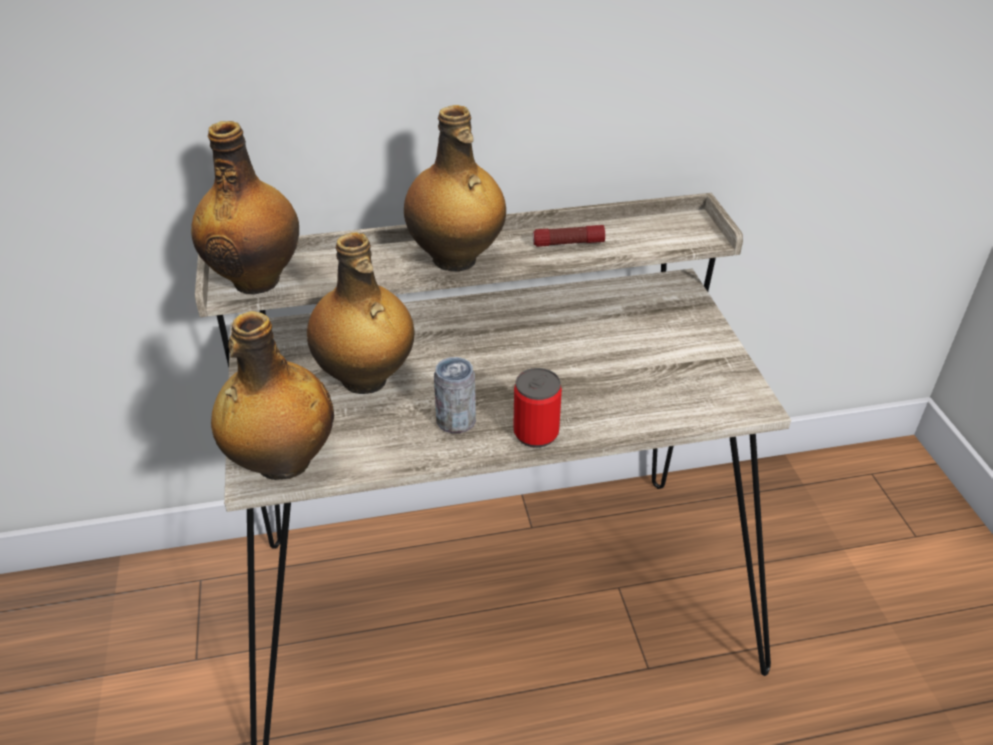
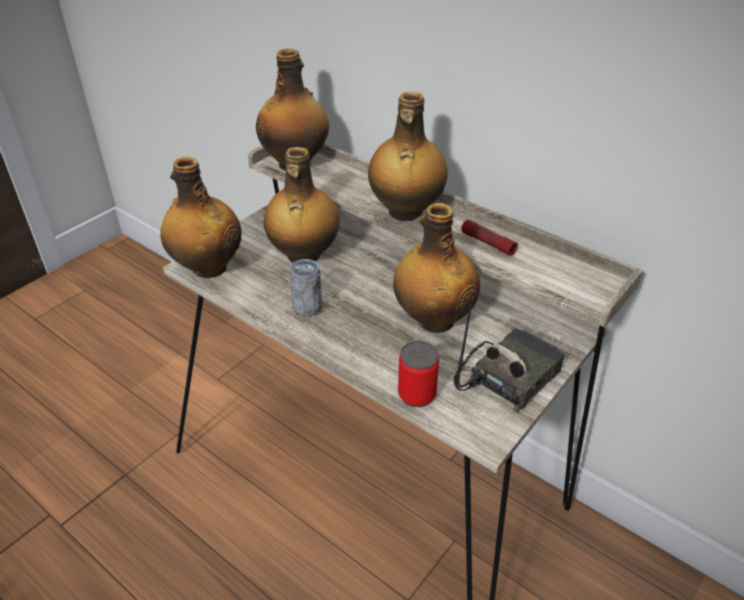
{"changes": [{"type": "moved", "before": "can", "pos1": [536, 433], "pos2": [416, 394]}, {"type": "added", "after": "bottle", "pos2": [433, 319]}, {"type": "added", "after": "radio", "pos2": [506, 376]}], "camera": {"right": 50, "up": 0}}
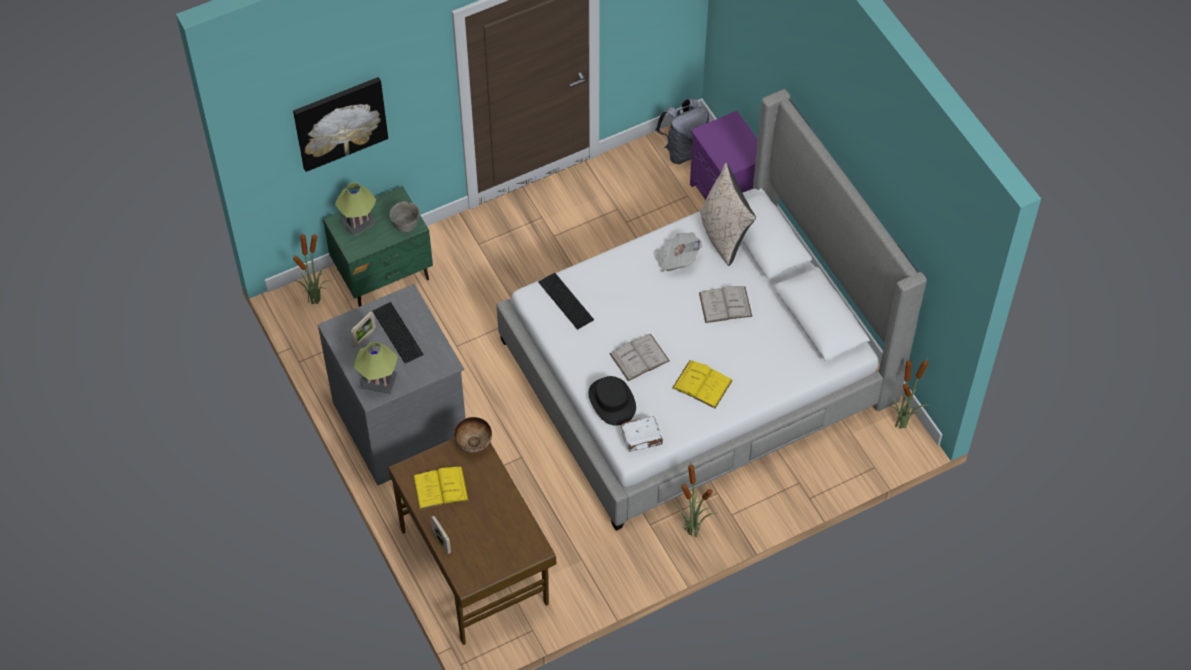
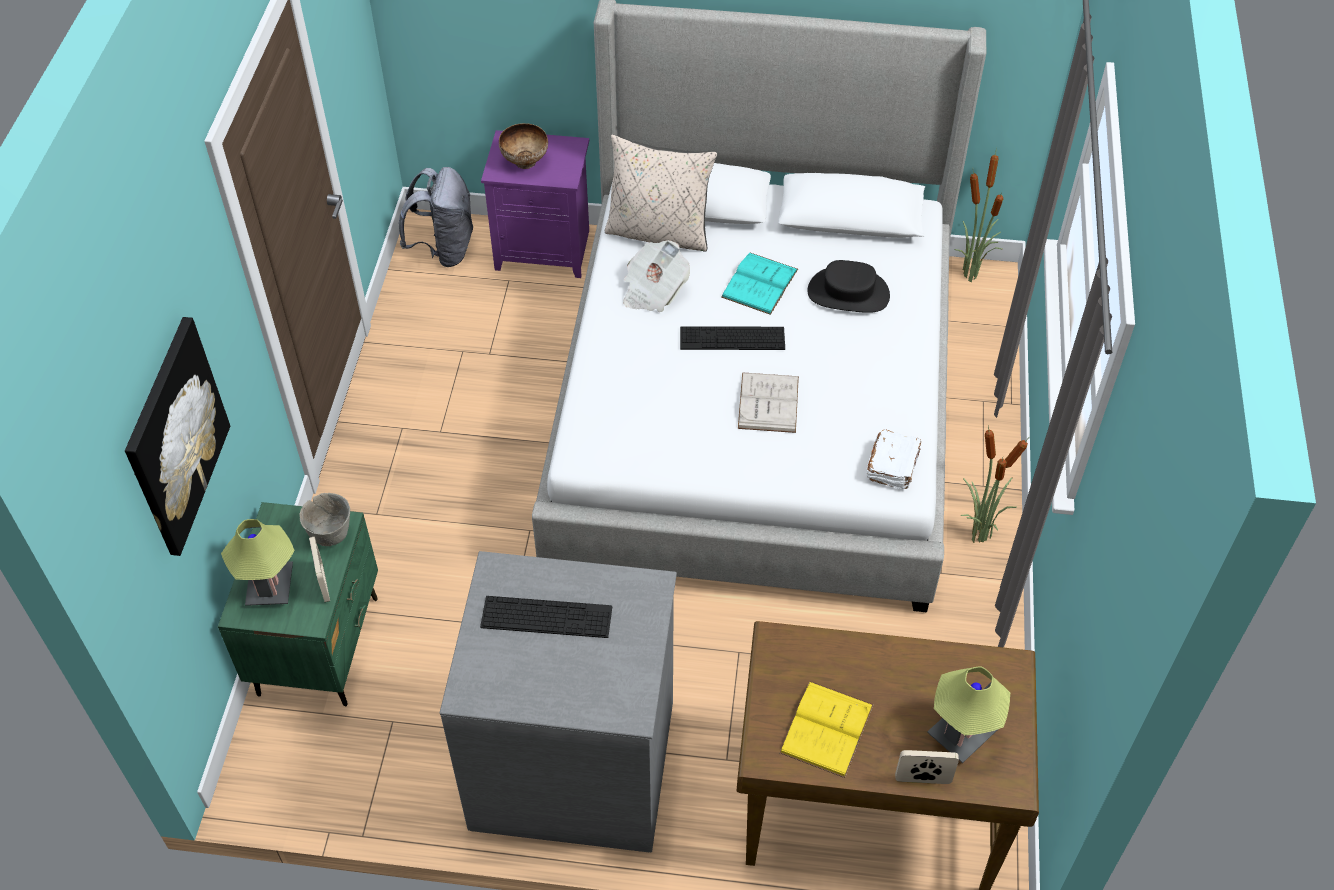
{"changes": [{"type": "removed", "before": "potted_plant", "pos1": [316, 300]}, {"type": "moved", "before": "keyboard", "pos1": [566, 301], "pos2": [732, 338]}, {"type": "recoloured", "before": "white_book", "after": "turquoise_book", "pos1": [725, 304], "pos2": [759, 283]}, {"type": "moved", "before": "picture_frame", "pos1": [364, 338], "pos2": [324, 583]}, {"type": "moved", "before": "table_lamp", "pos1": [379, 382], "pos2": [961, 734]}, {"type": "removed", "before": "yellow_book", "pos1": [702, 384]}, {"type": "moved", "before": "black_hat", "pos1": [611, 401], "pos2": [848, 293]}, {"type": "moved", "before": "bowl", "pos1": [473, 444], "pos2": [524, 162]}], "camera": {"right": -55, "up": -5}}
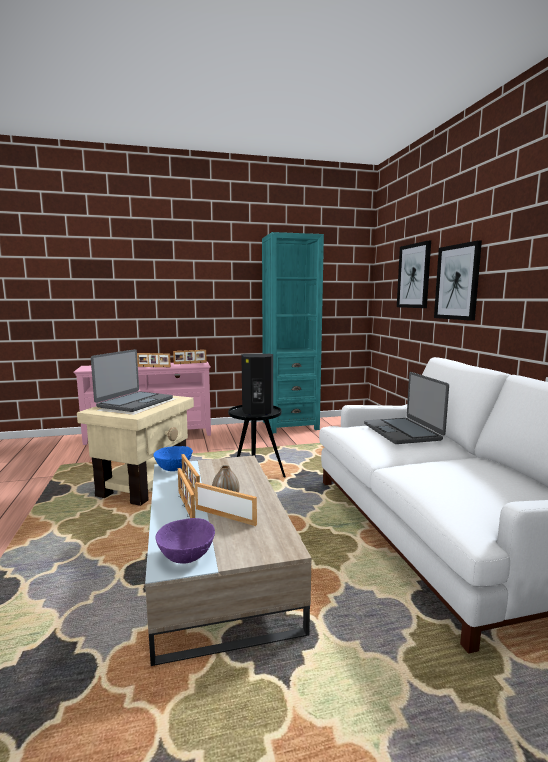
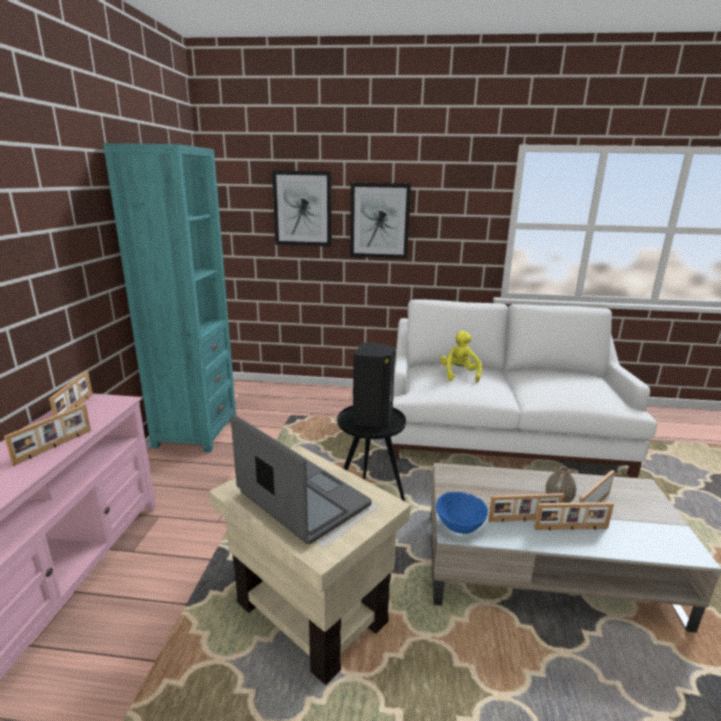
{"changes": [{"type": "replaced", "before": "laptop", "after": "yellow_plush_toy", "pos1": [403, 432], "pos2": [459, 374]}, {"type": "removed", "before": "purple_bowl", "pos1": [186, 556]}], "camera": {"right": -70, "up": 10}}
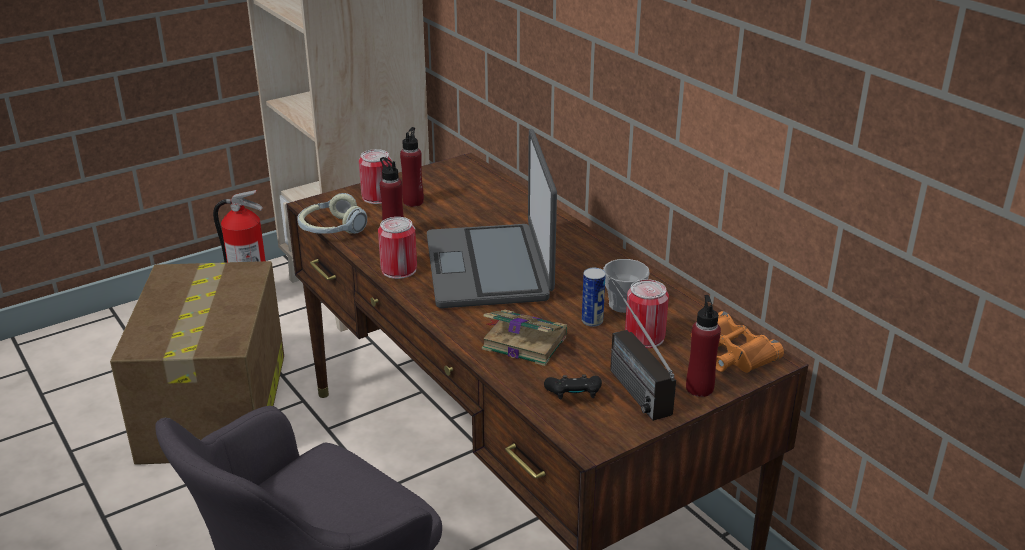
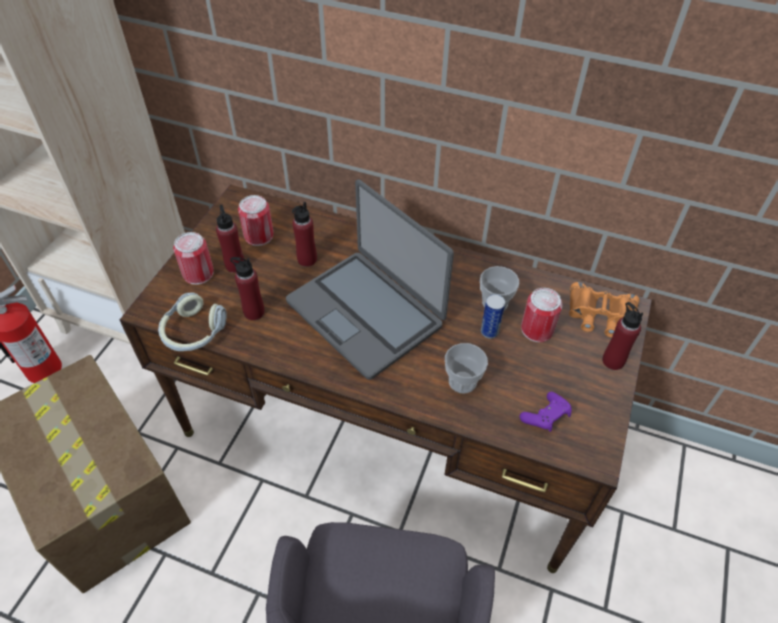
{"changes": [{"type": "moved", "before": "can", "pos1": [399, 269], "pos2": [259, 235]}, {"type": "removed", "before": "radio", "pos1": [626, 379]}, {"type": "replaced", "before": "book", "after": "cup", "pos1": [522, 342], "pos2": [462, 381]}, {"type": "recoloured", "before": "black_game_controller", "after": "purple_game_controller", "pos1": [574, 396], "pos2": [545, 417]}, {"type": "added", "after": "red_bottle", "pos2": [307, 259]}], "camera": {"right": -35, "up": 20}}
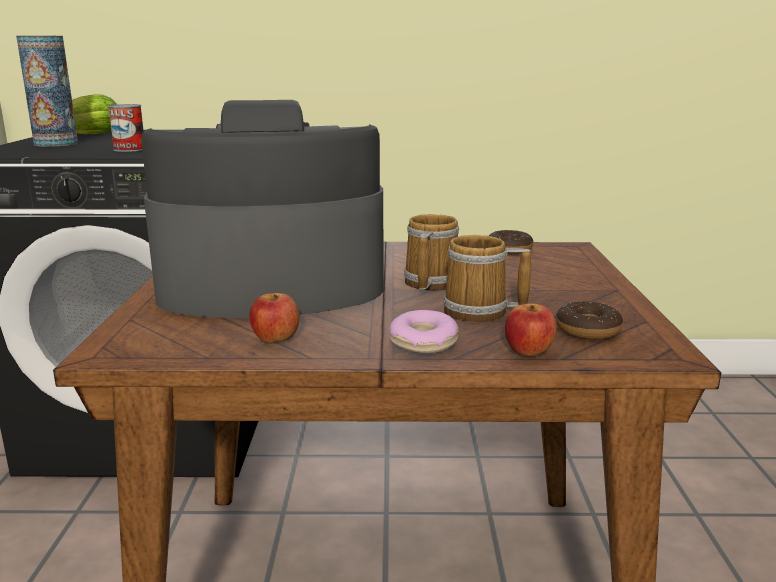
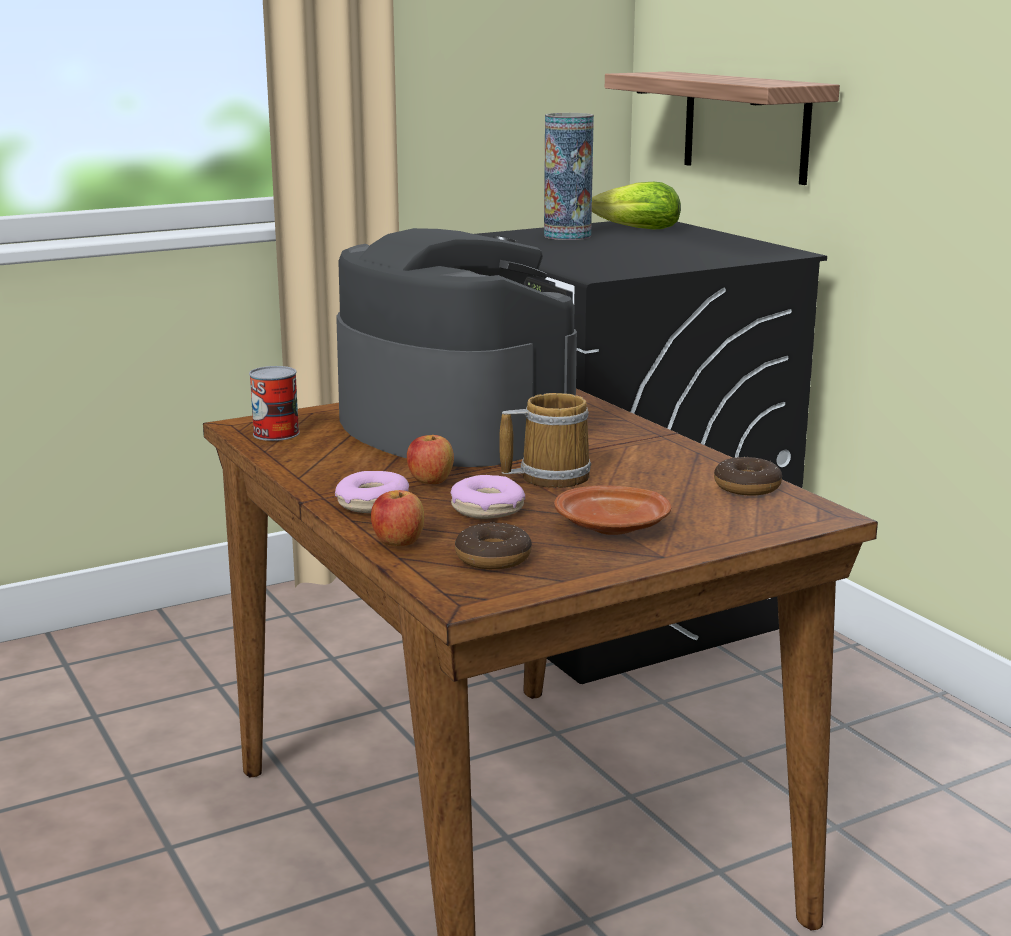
{"changes": [{"type": "moved", "before": "can", "pos1": [129, 149], "pos2": [276, 433]}, {"type": "replaced", "before": "mug", "after": "donut", "pos1": [480, 312], "pos2": [487, 509]}, {"type": "moved", "before": "apple", "pos1": [275, 340], "pos2": [430, 482]}, {"type": "added", "after": "shelf", "pos2": [746, 126]}, {"type": "added", "after": "brown_plate", "pos2": [614, 527]}], "camera": {"right": 60, "up": 0}}
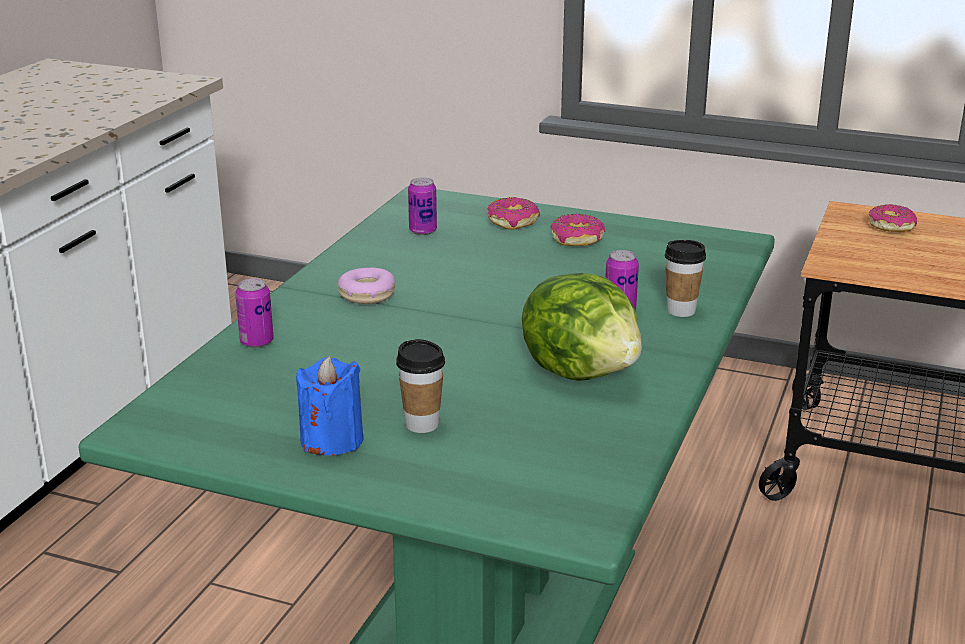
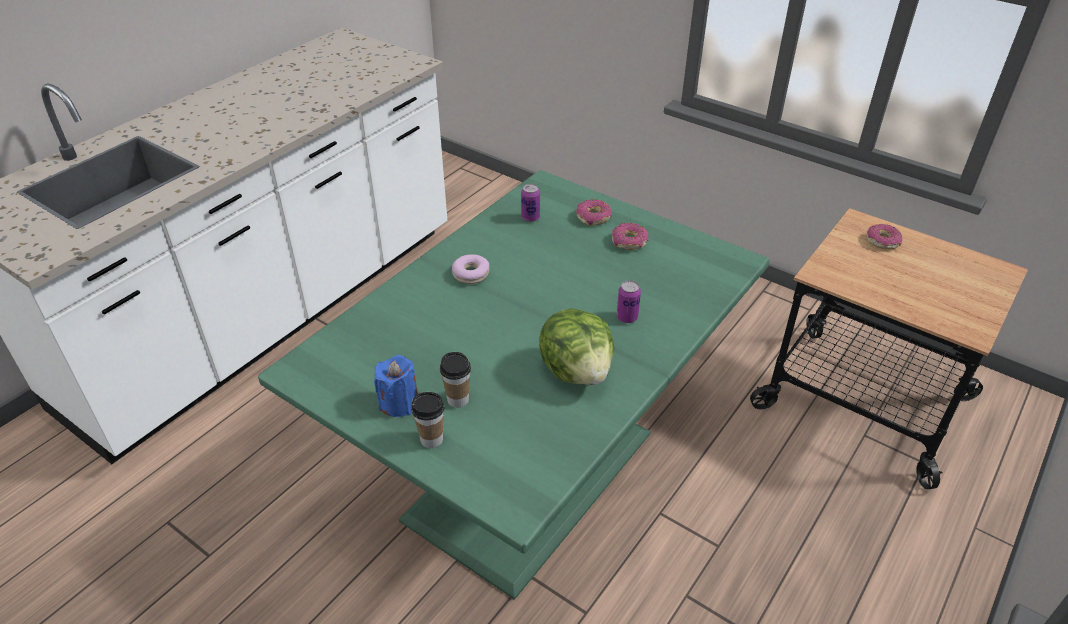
{"changes": [{"type": "moved", "before": "cup", "pos1": [681, 311], "pos2": [431, 439]}, {"type": "removed", "before": "can", "pos1": [256, 342]}], "camera": {"right": 15, "up": 15}}
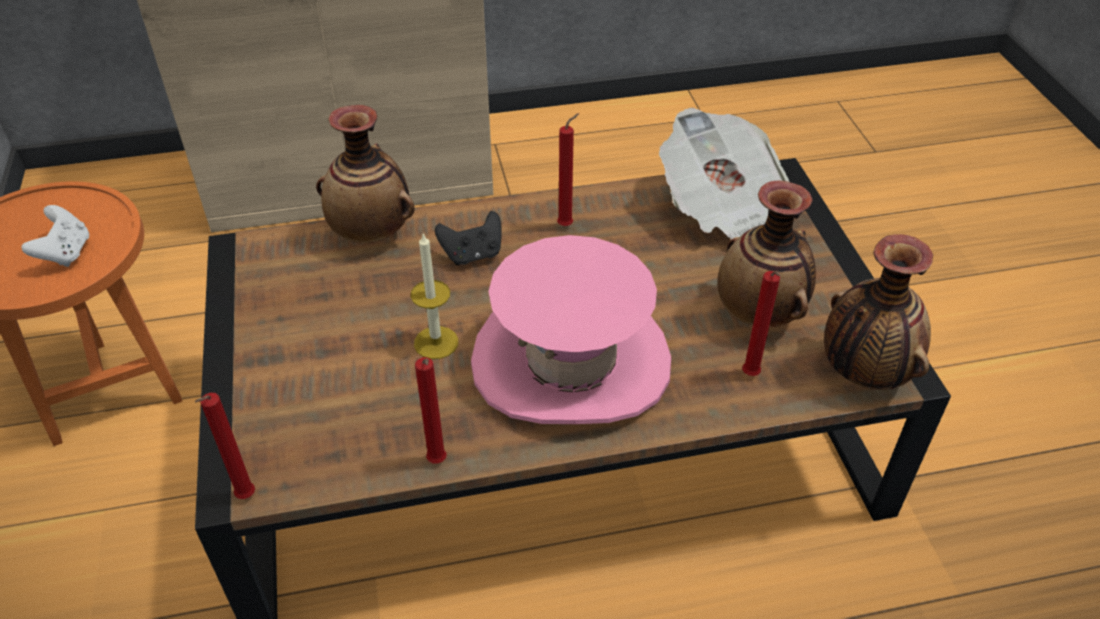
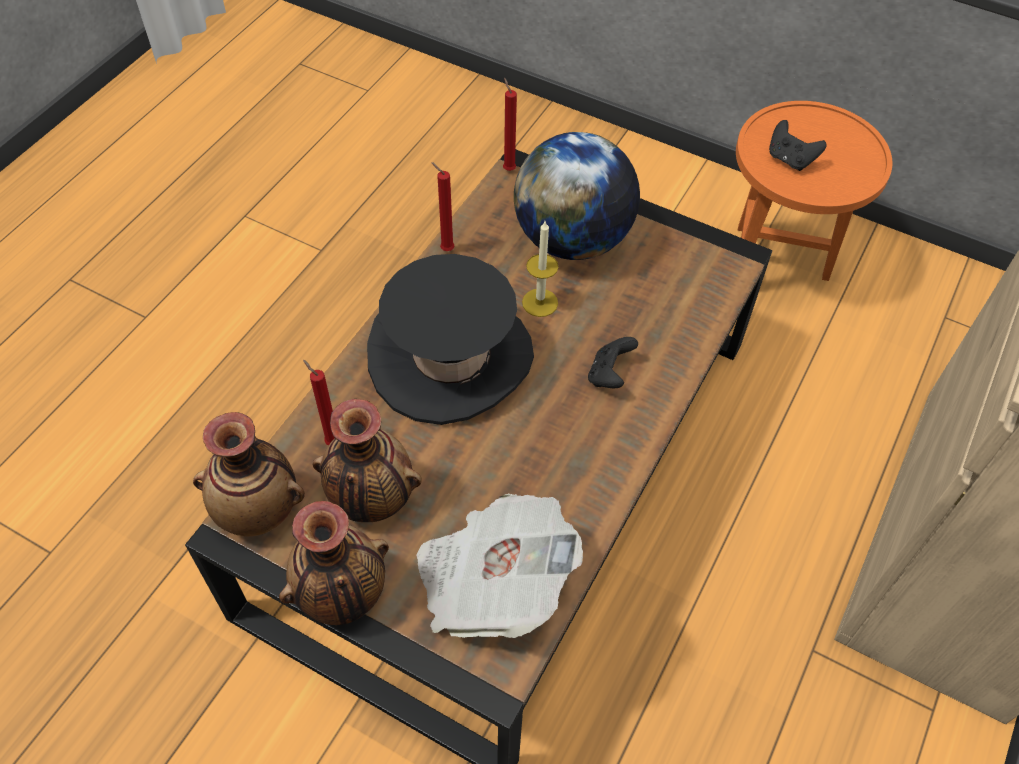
{"changes": [{"type": "moved", "before": "vase", "pos1": [372, 233], "pos2": [342, 595]}, {"type": "removed", "before": "red_candle", "pos1": [567, 225]}, {"type": "recoloured", "before": "white_game_controller", "after": "black_game_controller", "pos1": [66, 253], "pos2": [790, 159]}, {"type": "recoloured", "before": "pink_hat", "after": "black_hat", "pos1": [570, 361], "pos2": [450, 357]}, {"type": "added", "after": "globe", "pos2": [572, 240]}], "camera": {"right": 130, "up": 10}}
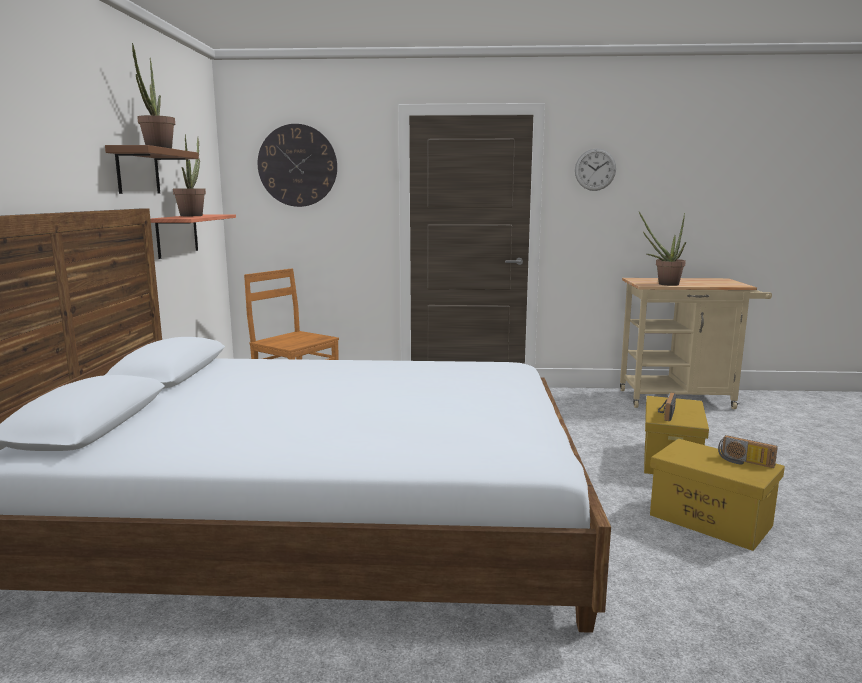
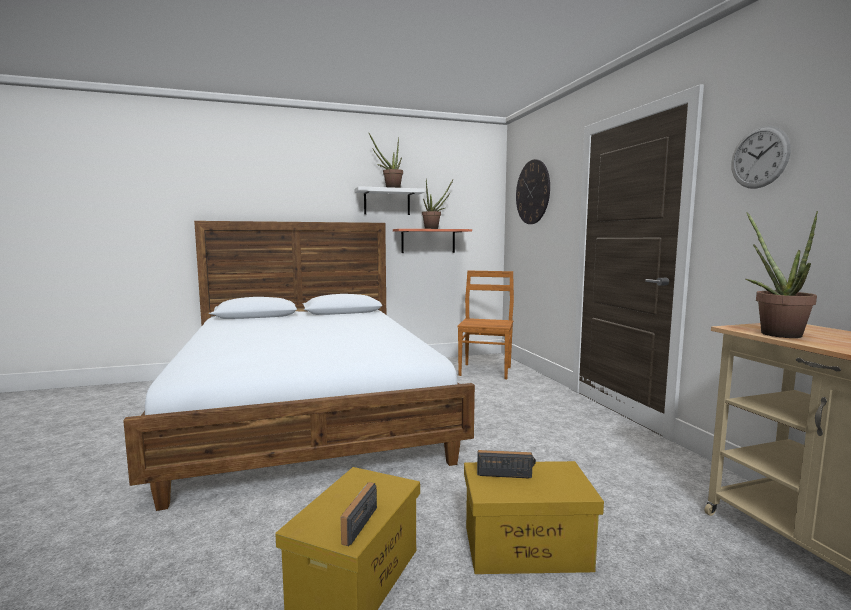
{"changes": [{"type": "recoloured", "before": "brown_shelf", "after": "white_shelf", "pos1": [138, 171], "pos2": [387, 202]}], "camera": {"right": 70, "up": -5}}
